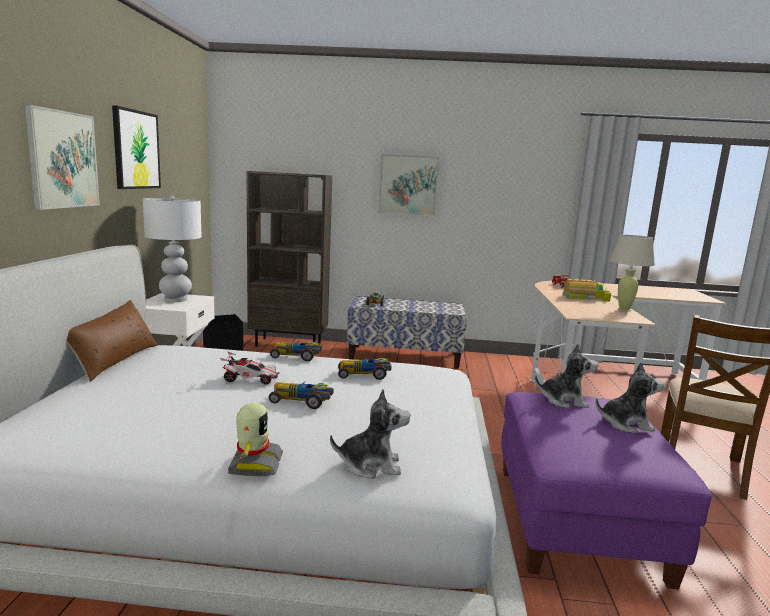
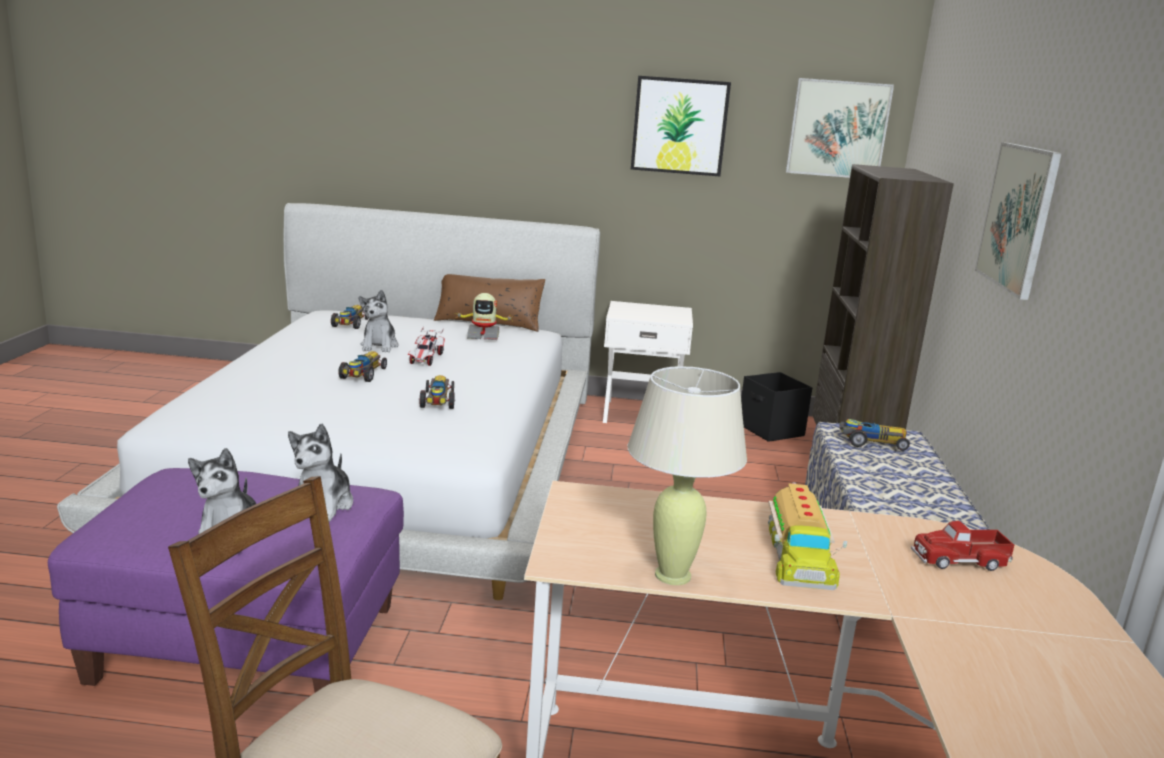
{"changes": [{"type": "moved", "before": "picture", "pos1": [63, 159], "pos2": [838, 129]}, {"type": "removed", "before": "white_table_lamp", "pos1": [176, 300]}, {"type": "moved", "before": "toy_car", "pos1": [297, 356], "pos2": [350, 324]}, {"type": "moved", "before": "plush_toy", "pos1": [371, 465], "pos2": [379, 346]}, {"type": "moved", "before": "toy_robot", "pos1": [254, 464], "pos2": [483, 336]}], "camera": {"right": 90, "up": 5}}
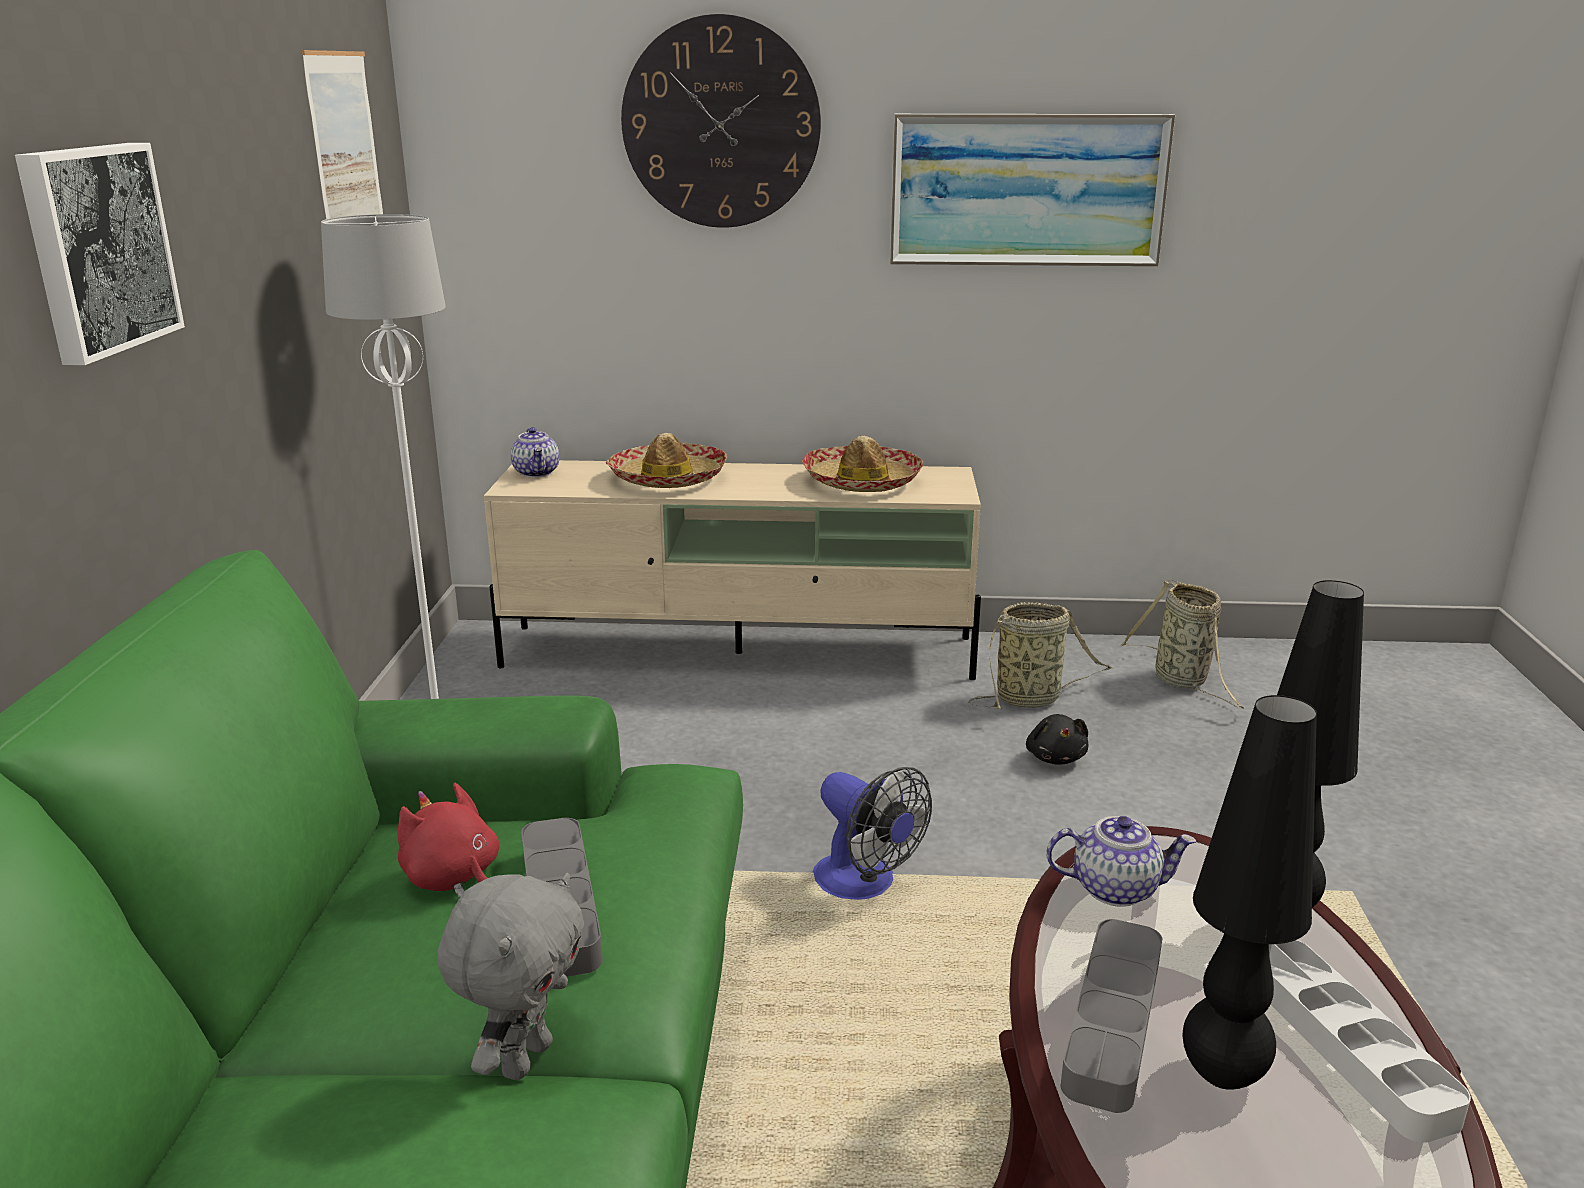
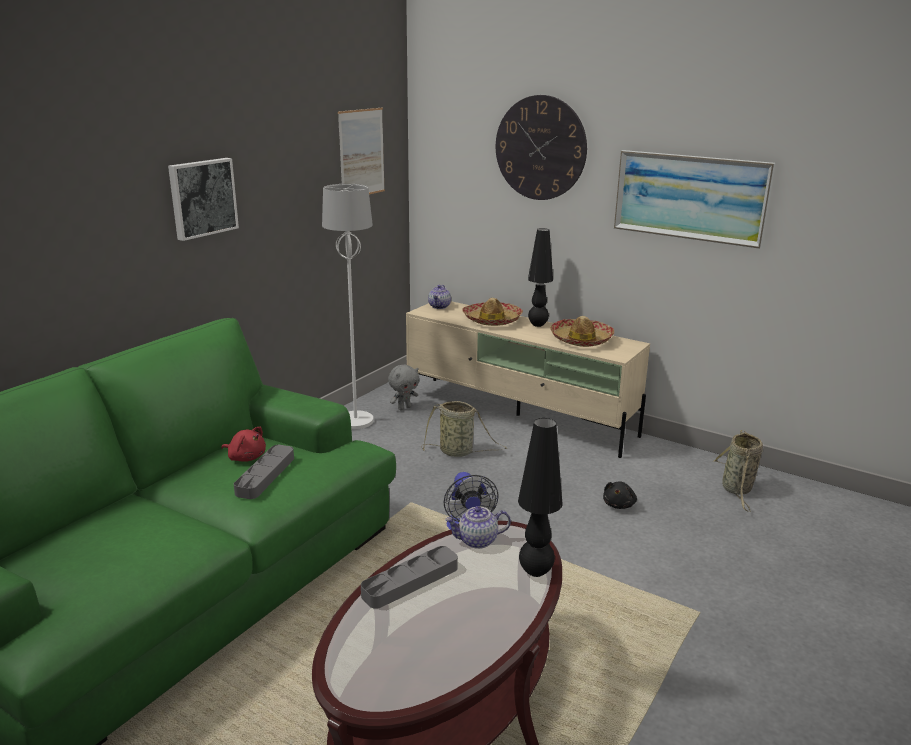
{"changes": [{"type": "moved", "before": "basket", "pos1": [1032, 698], "pos2": [458, 452]}, {"type": "moved", "before": "black_table_lamp", "pos1": [1223, 1075], "pos2": [537, 325]}, {"type": "turned", "before": "red_plush_toy", "pos1": [454, 879], "pos2": [246, 457], "turn": 135}, {"type": "turned", "before": "teapot", "pos1": [1116, 888], "pos2": [477, 541], "turn": 135}, {"type": "moved", "before": "grey_plush_toy", "pos1": [524, 1058], "pos2": [404, 408]}, {"type": "removed", "before": "grey_tray", "pos1": [1347, 1044]}], "camera": {"right": 30, "up": 0}}
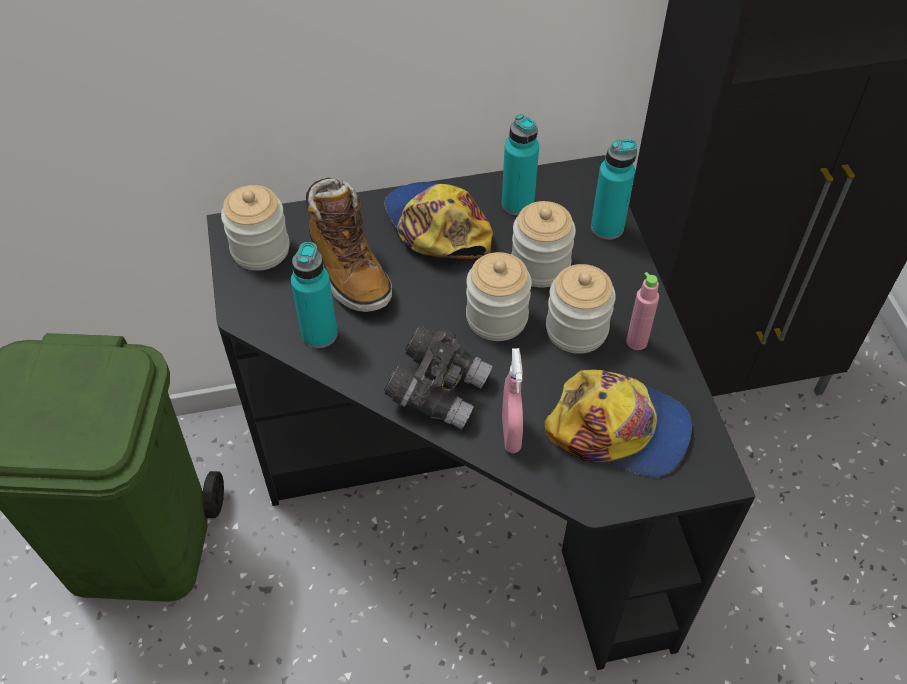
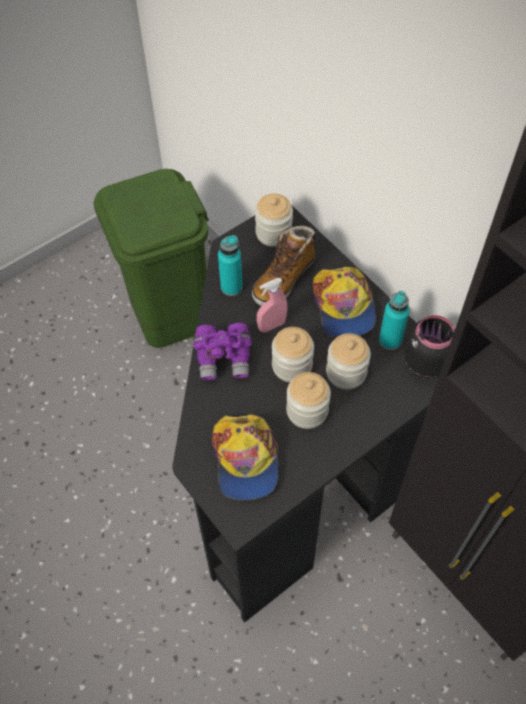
{"changes": [{"type": "removed", "before": "turquoise_bottle", "pos1": [607, 227]}, {"type": "turned", "before": "cap", "pos1": [436, 226], "pos2": [343, 306], "turn": 135}, {"type": "removed", "before": "pink_bottle", "pos1": [636, 341]}, {"type": "recoloured", "before": "grey_binoculars", "after": "purple_binoculars", "pos1": [438, 390], "pos2": [224, 358]}, {"type": "moved", "before": "pink_spray_bottle", "pos1": [511, 434], "pos2": [272, 325]}, {"type": "added", "after": "black_jar", "pos2": [424, 363]}], "camera": {"right": 65, "up": 5}}
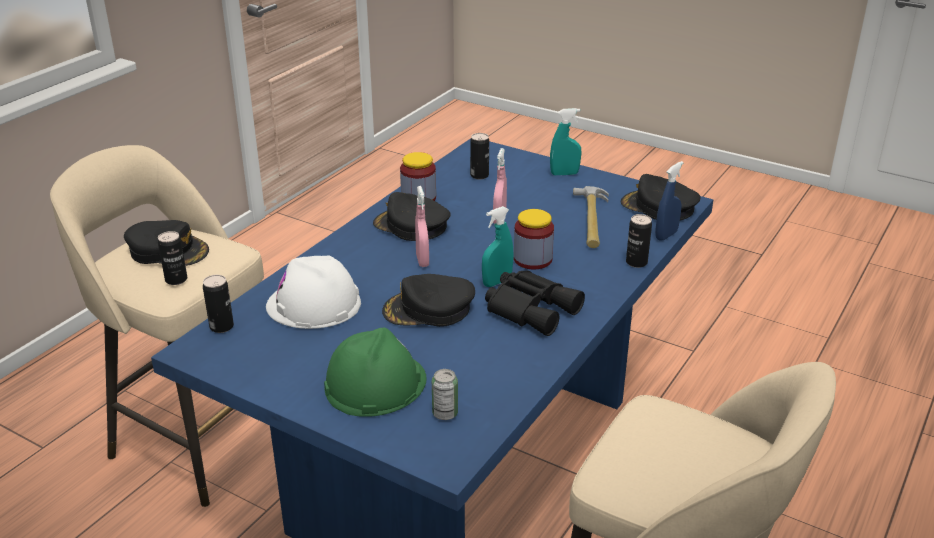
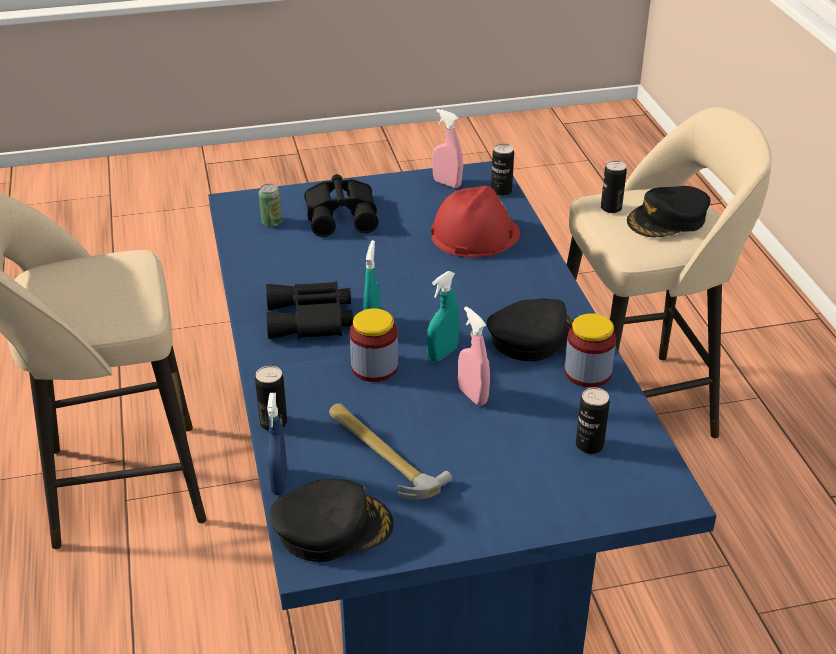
{"changes": [{"type": "moved", "before": "turquoise_spray_bottle", "pos1": [564, 174], "pos2": [443, 353]}, {"type": "moved", "before": "pink_spray_bottle", "pos1": [422, 260], "pos2": [447, 183]}, {"type": "recoloured", "before": "white_hard_hat", "after": "red_hard_hat", "pos1": [313, 304], "pos2": [474, 234]}, {"type": "removed", "before": "black_cap", "pos1": [429, 309]}, {"type": "replaced", "before": "green_hard_hat", "after": "black_binoculars", "pos1": [375, 383], "pos2": [343, 214]}], "camera": {"right": 135, "up": 5}}
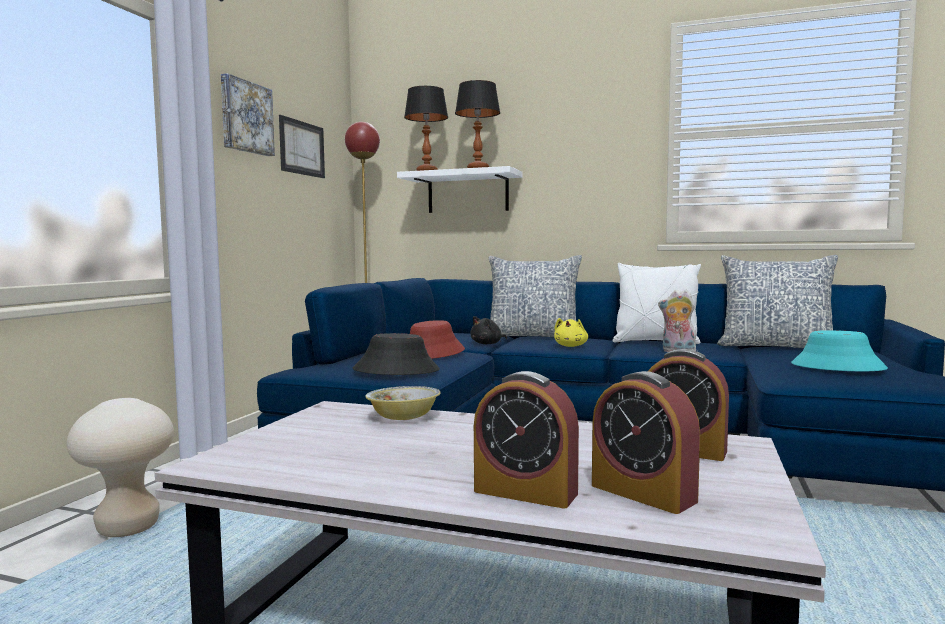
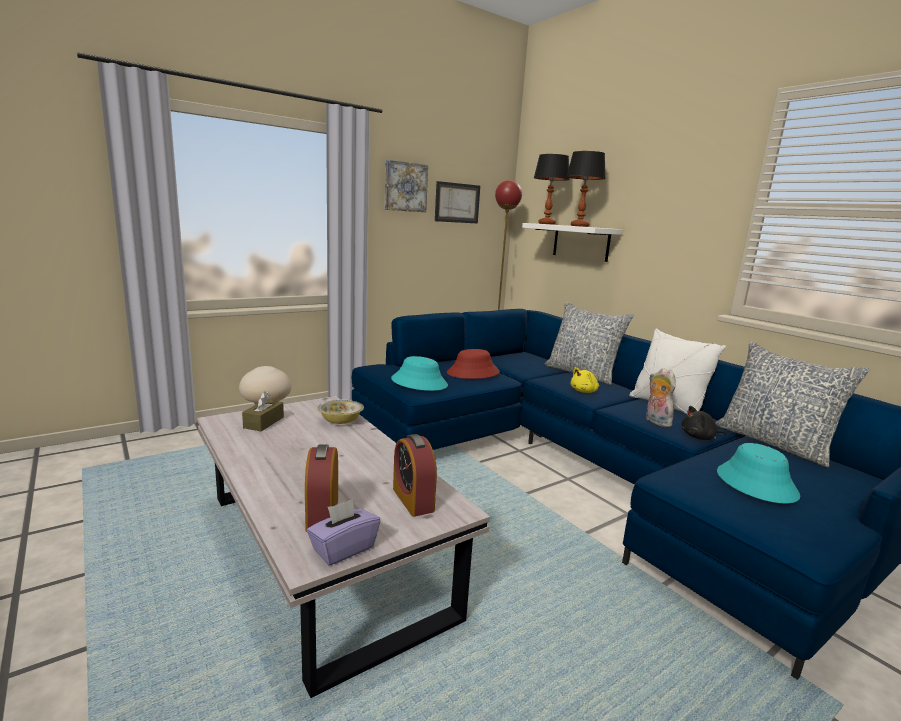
{"changes": [{"type": "moved", "before": "black_plush_toy", "pos1": [488, 344], "pos2": [699, 437]}, {"type": "recoloured", "before": "black_hat", "after": "turquoise_hat", "pos1": [396, 370], "pos2": [419, 382]}, {"type": "removed", "before": "alarm_clock", "pos1": [525, 492]}, {"type": "added", "after": "brown_tissue_box", "pos2": [264, 422]}, {"type": "added", "after": "purple_tissue_box", "pos2": [343, 549]}], "camera": {"right": 35, "up": 10}}
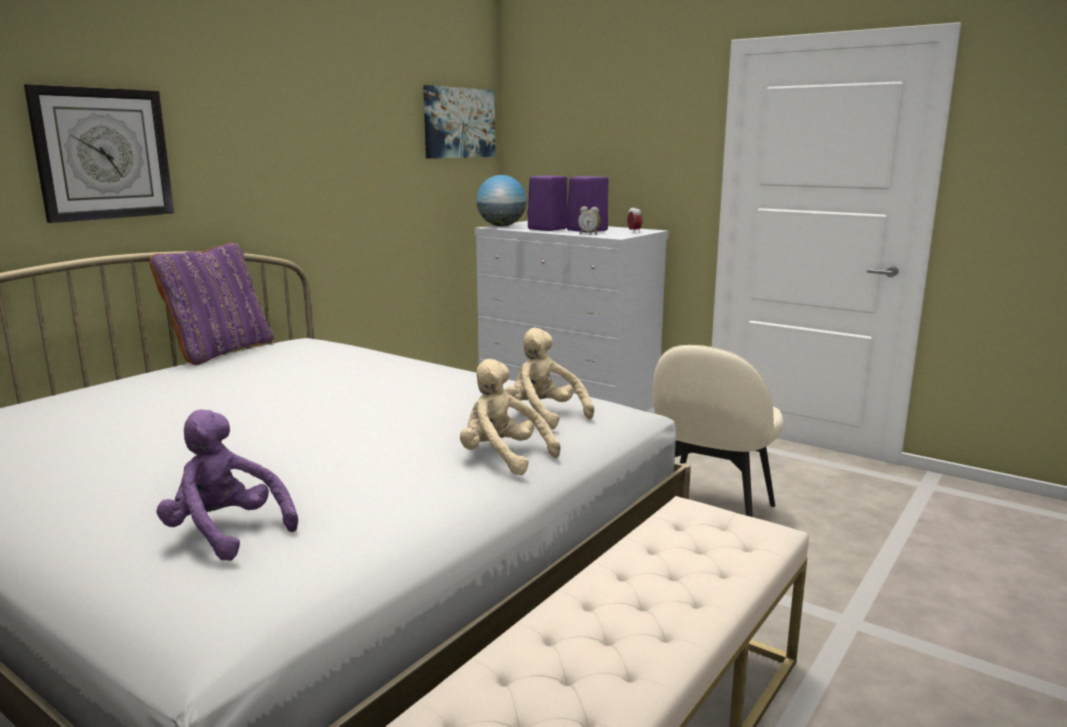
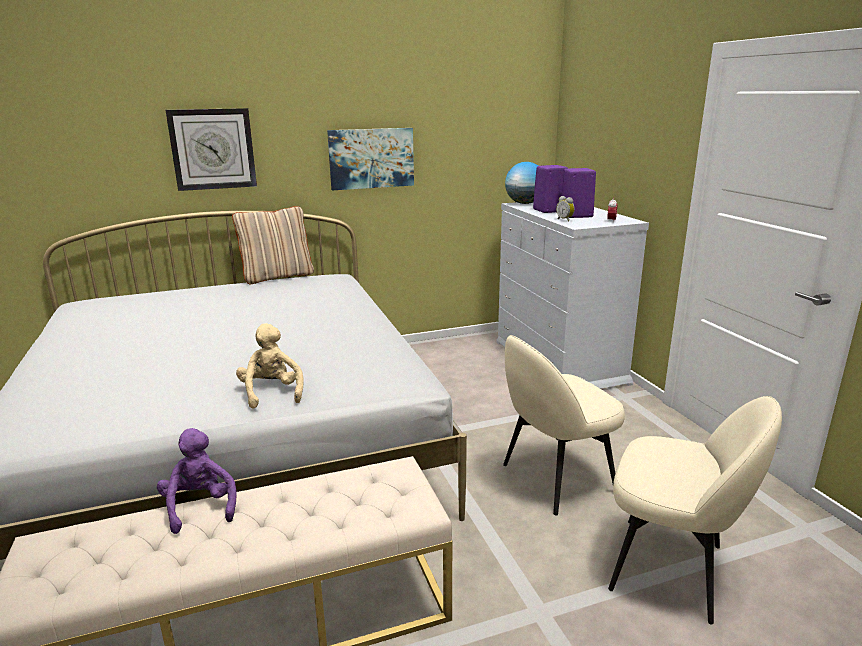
{"changes": [{"type": "moved", "before": "picture", "pos1": [459, 123], "pos2": [371, 158]}, {"type": "recoloured", "before": "purple_pillow", "after": "beige_pillow", "pos1": [220, 351], "pos2": [277, 276]}, {"type": "removed", "before": "beige_plush_toy", "pos1": [543, 416]}, {"type": "moved", "before": "purple_plush_toy", "pos1": [226, 533], "pos2": [200, 507]}, {"type": "added", "after": "beige_chair", "pos2": [671, 568]}], "camera": {"right": 35, "up": 5}}
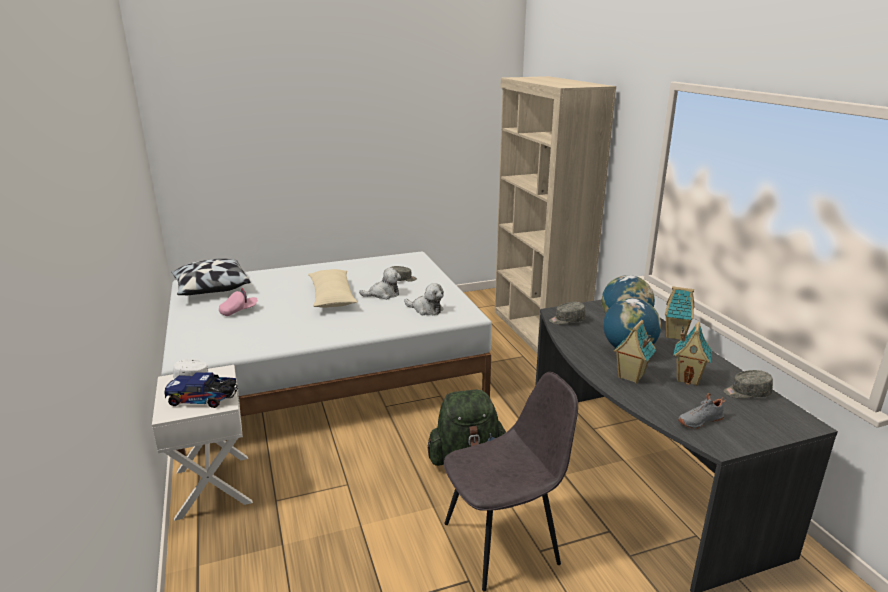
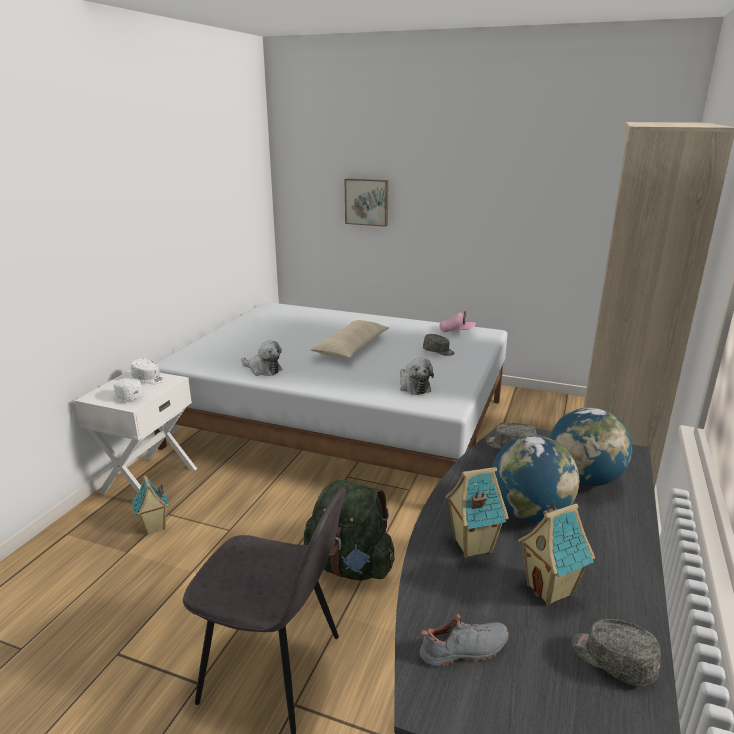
{"changes": [{"type": "removed", "before": "pillow", "pos1": [211, 289]}, {"type": "moved", "before": "plush_toy", "pos1": [383, 294], "pos2": [263, 370]}, {"type": "moved", "before": "toy_house", "pos1": [676, 336], "pos2": [154, 527]}, {"type": "moved", "before": "pink_cap", "pos1": [239, 311], "pos2": [457, 331]}, {"type": "replaced", "before": "toy_truck", "after": "white_cap", "pos1": [204, 399], "pos2": [127, 396]}, {"type": "turned", "before": "grey_shoe", "pos1": [699, 420], "pos2": [464, 651], "turn": 150}, {"type": "added", "after": "picture", "pos2": [367, 202]}], "camera": {"right": 40, "up": 0}}
